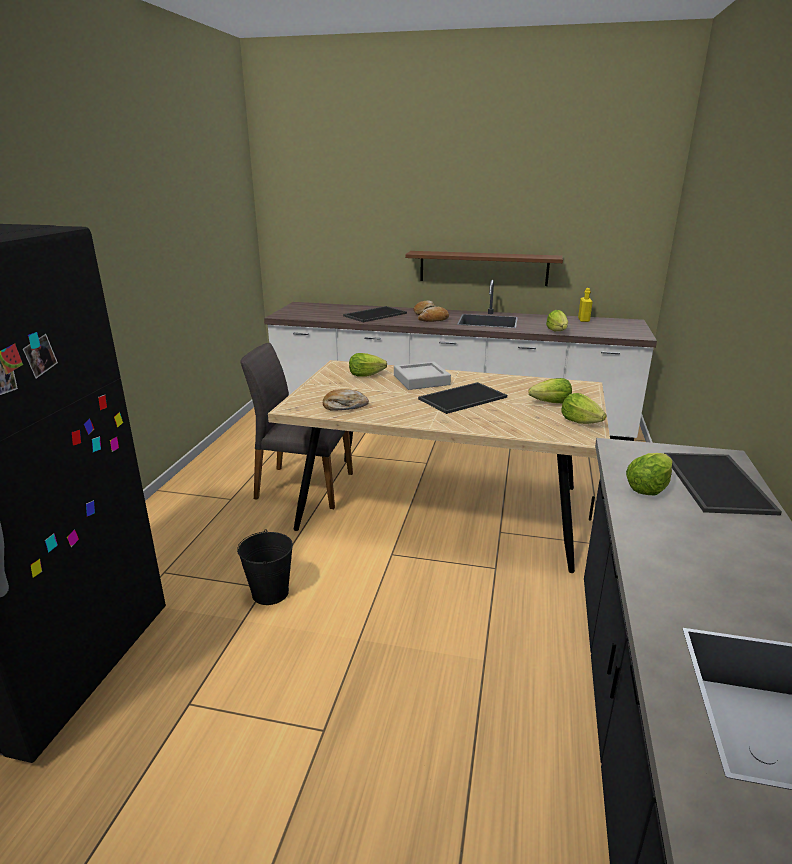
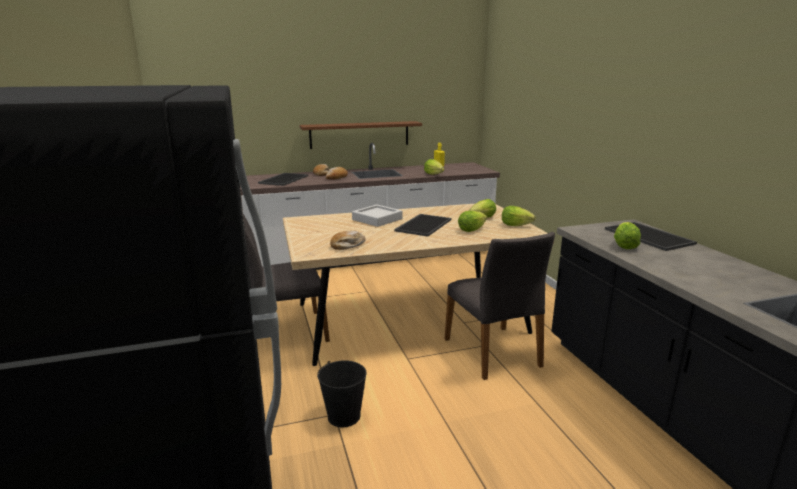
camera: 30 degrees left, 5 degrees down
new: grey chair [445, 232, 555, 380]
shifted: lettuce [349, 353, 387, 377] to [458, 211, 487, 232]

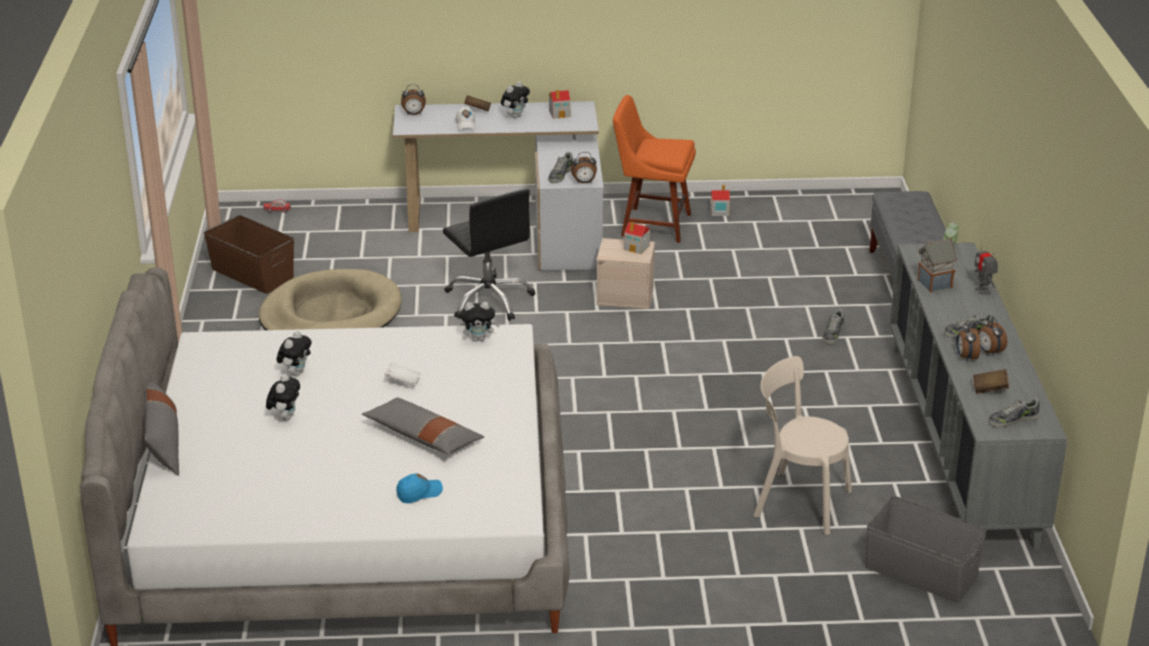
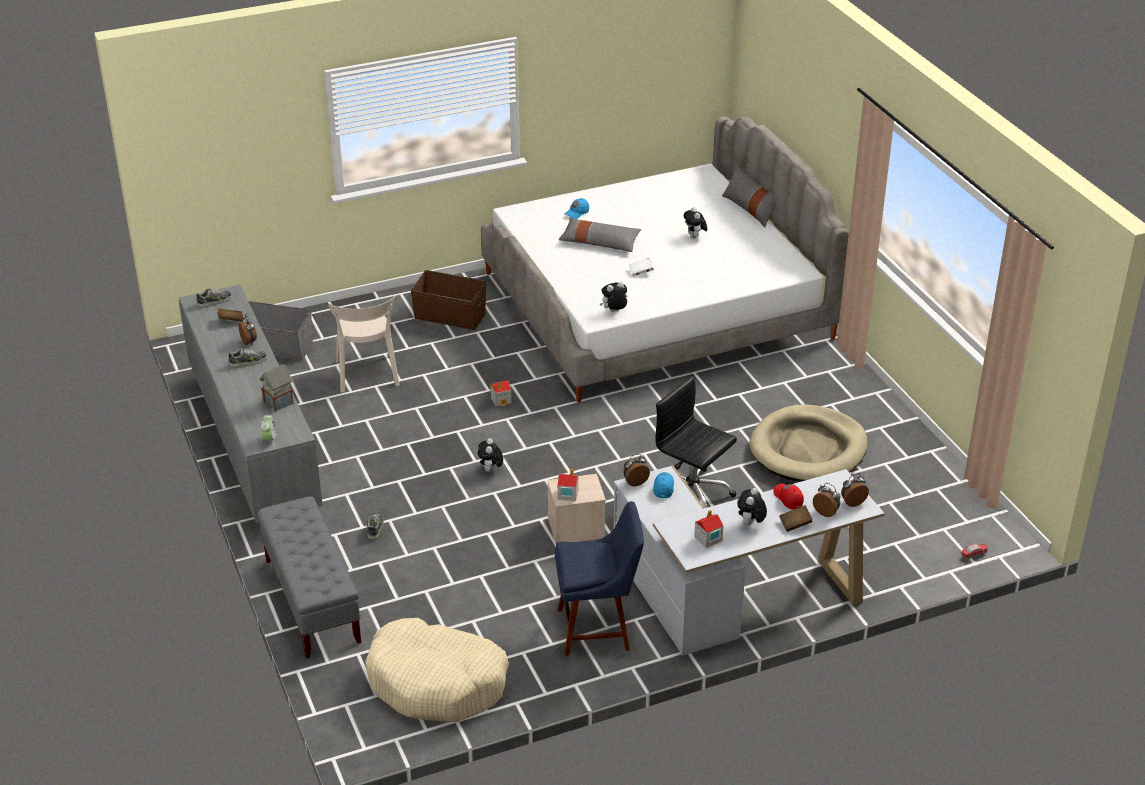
camera: 160 degrees right, 5 degrees up
gone: toy robot [975, 240, 998, 295]
new: beige dog bed [365, 618, 509, 722]
shifted: brown storage box [204, 215, 294, 294] to [411, 270, 486, 330]; plush toy [277, 331, 312, 376] to [478, 438, 503, 472]; toy house [710, 185, 730, 216] to [490, 380, 512, 406]; alarm clock [978, 315, 1007, 356] to [813, 483, 841, 517]
swapped: shoe [548, 152, 573, 183] to blue cap [653, 472, 674, 498]
repainted: orange chair [613, 95, 696, 243] to blue chair [555, 501, 644, 656]; white cap [456, 106, 476, 130] to red cap [774, 484, 804, 510]
rotated: beige chair [753, 356, 852, 535] = [328, 297, 399, 393] 75 degrees clockwise

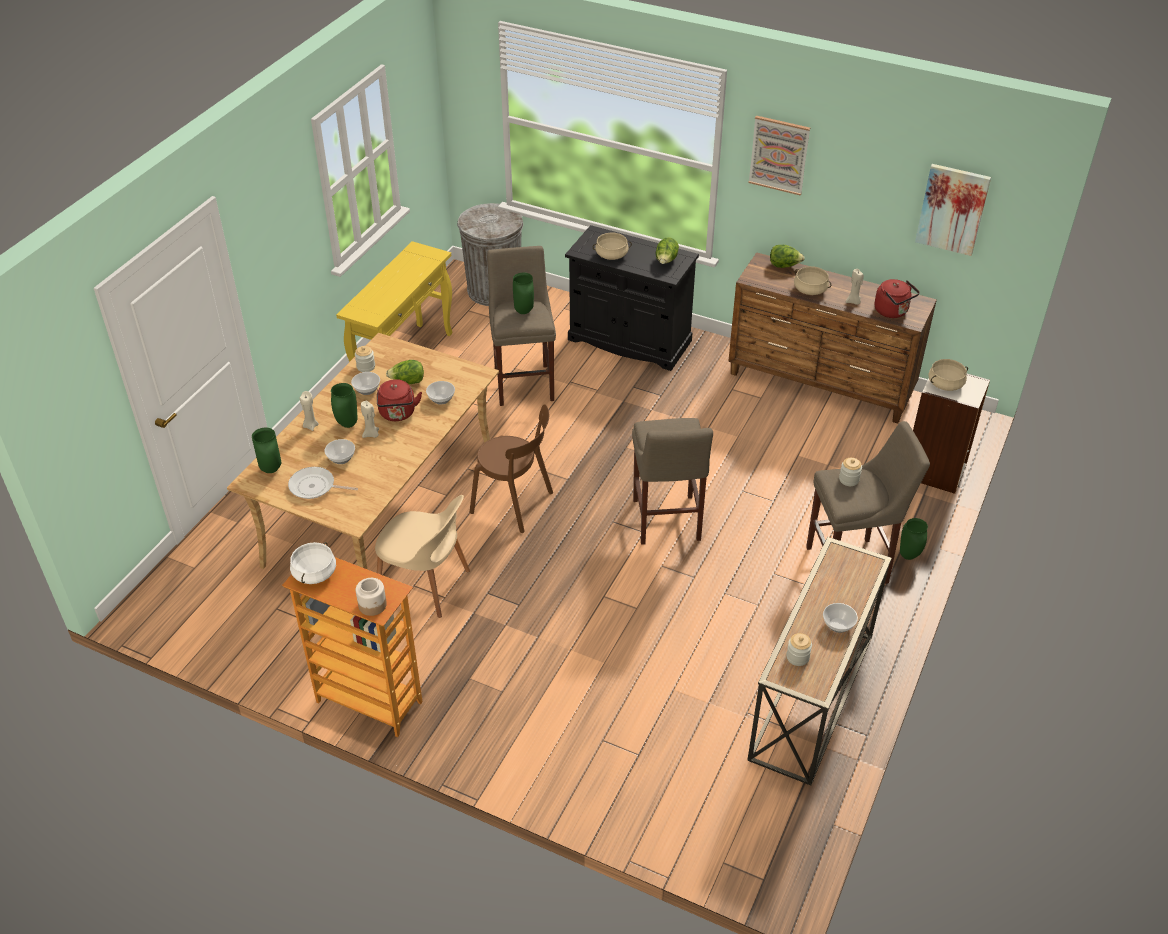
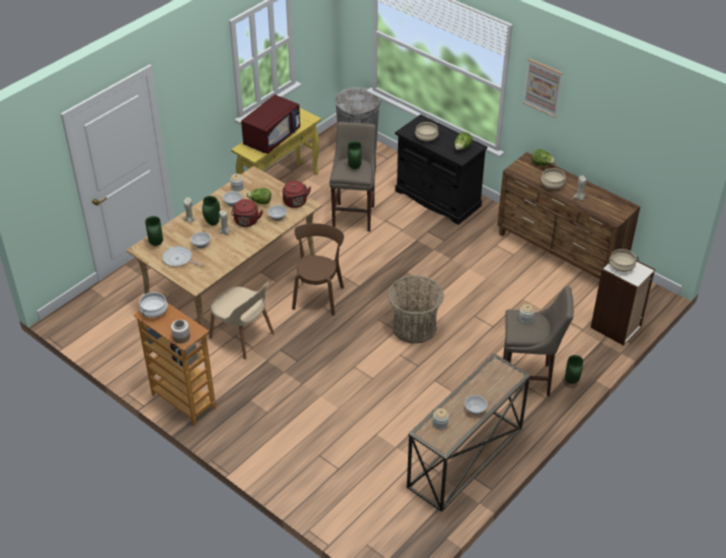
camera: 15 degrees right, 0 degrees up
gone: picture [915, 164, 991, 256]
new: red microwave [241, 95, 300, 154]
shifted: red kettle [875, 279, 920, 318] to [282, 181, 311, 208]
swapped: beige stool [632, 418, 713, 545] to basket [388, 275, 444, 344]
rotated: brown chair [470, 404, 553, 533] = [292, 223, 344, 316] 120 degrees counterclockwise

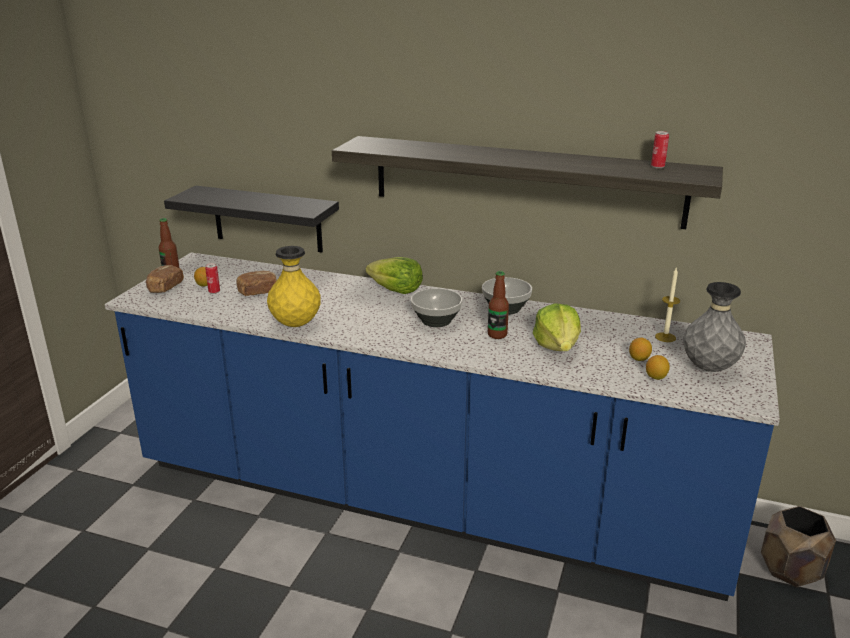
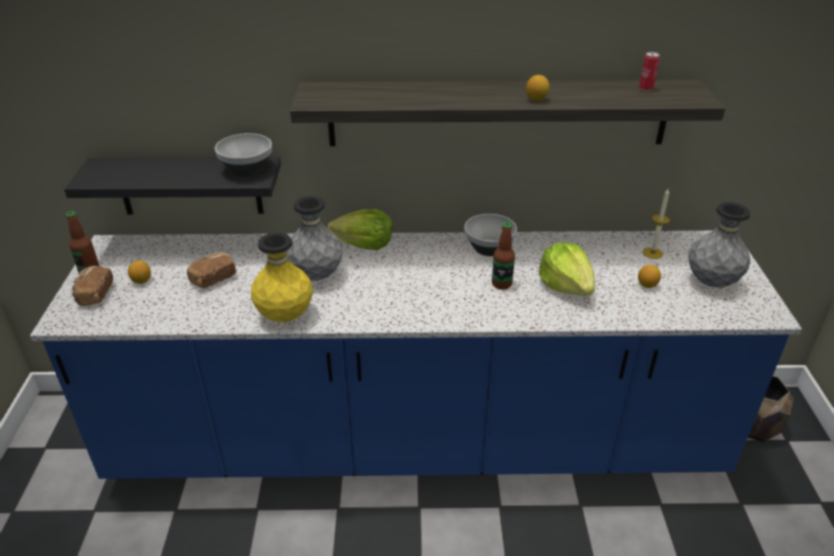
camera: 20 degrees left, 10 degrees up
gone: can [205, 263, 220, 294]
new: grey vase [286, 196, 342, 281]
shifted: bowl [411, 288, 463, 327] to [215, 133, 272, 176]; lemon [646, 355, 670, 380] to [526, 75, 550, 101]

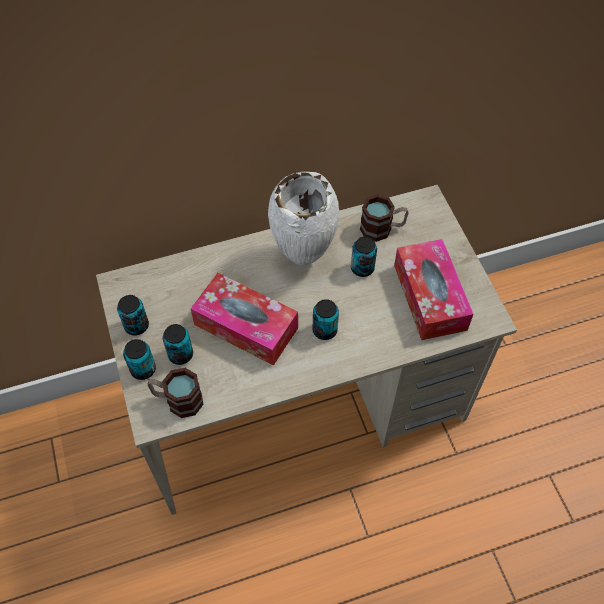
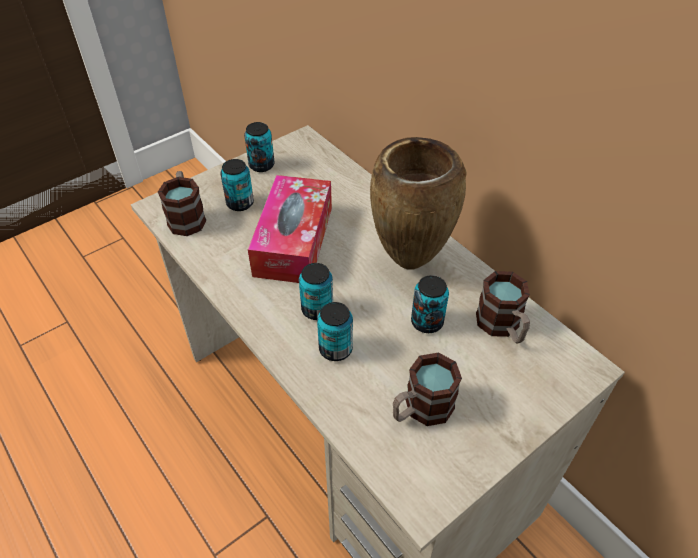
camera: 70 degrees right, 10 degrees down
shifted: can [123, 339, 156, 380] to [317, 302, 353, 361]
swapped: tissue box [394, 239, 473, 340] to mug [393, 353, 462, 426]
repainted: white vase [268, 172, 339, 266] to brown vase [370, 137, 466, 270]

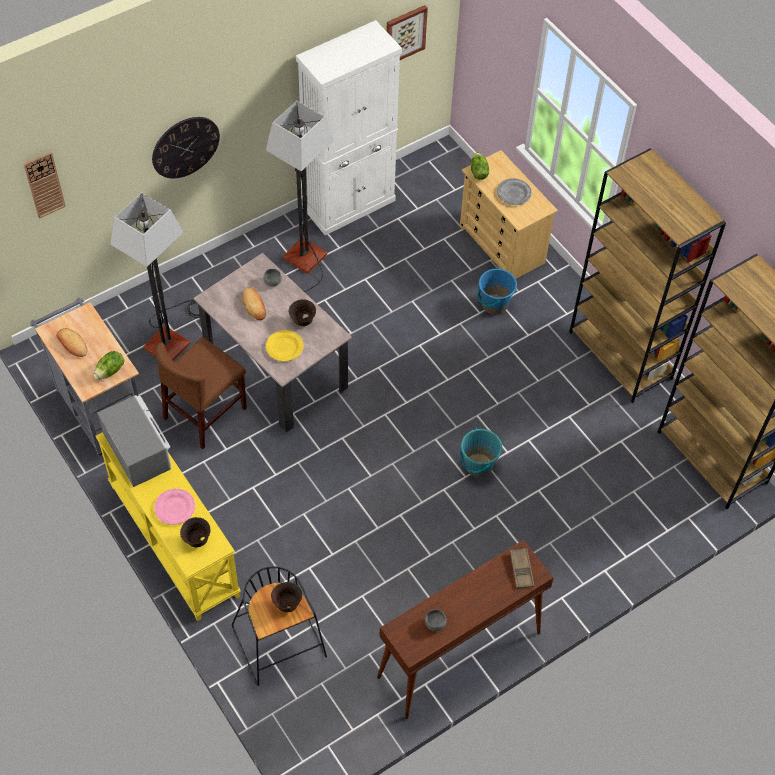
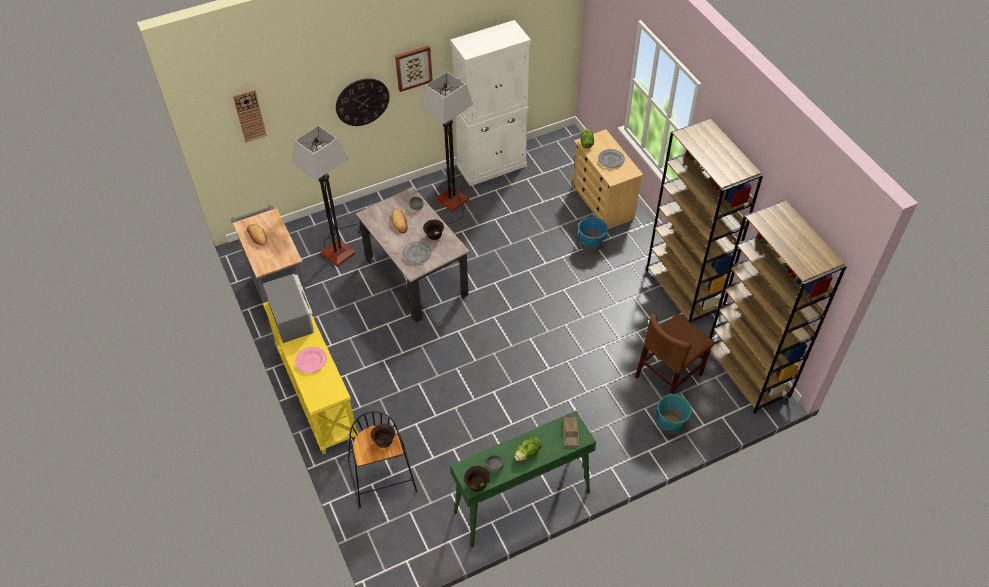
camera: 10 degrees right, 5 degrees down
shifted: picture [387, 5, 428, 60] to [395, 46, 433, 92]; brown bowl [180, 517, 211, 547] to [464, 465, 490, 492]; lettuce [94, 351, 125, 380] to [514, 436, 542, 461]; brown chair [156, 337, 247, 450] to [635, 314, 714, 394]; turquoise bucket [460, 428, 502, 477] to [656, 393, 692, 435]
repainted: yellow plate [266, 330, 304, 361] to grey plate [403, 241, 432, 264]; brown console table [377, 540, 554, 719] to green console table [450, 410, 596, 548]

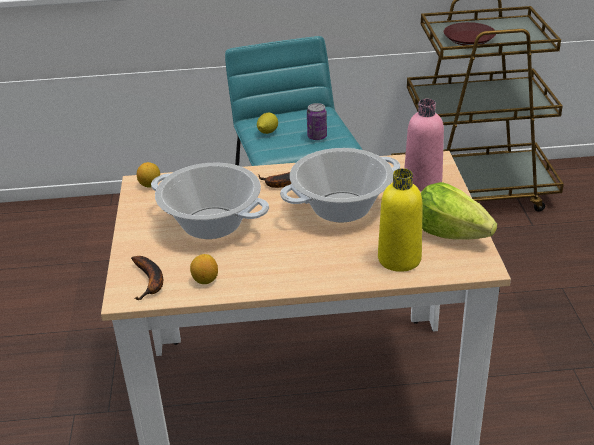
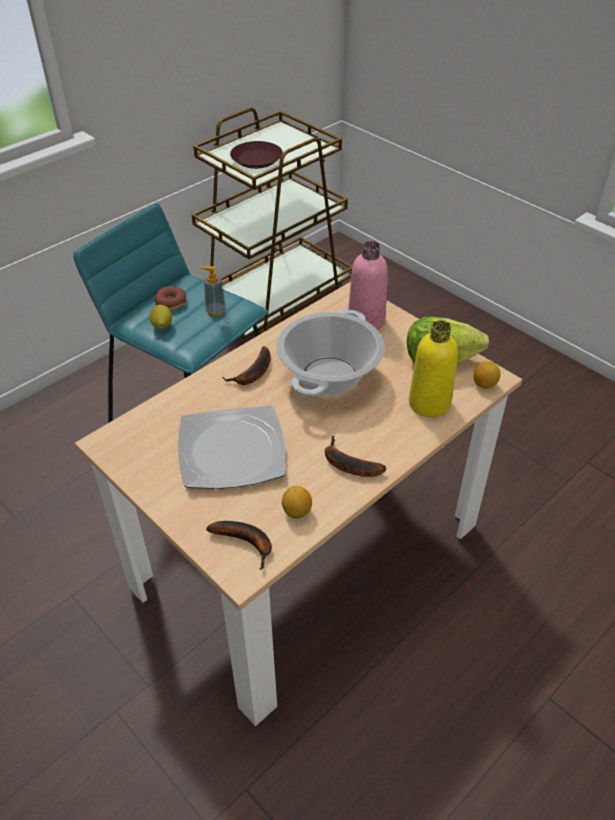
camera: 40 degrees left, 10 degrees up
new: donut [155, 287, 186, 310]; banana [325, 436, 386, 477]
shifted: lemon [137, 162, 160, 187] to [474, 361, 501, 388]
swapped: cooking pot [151, 163, 269, 239] to plate [178, 406, 286, 489]; can [307, 103, 327, 140] to soap dispenser [200, 266, 226, 317]

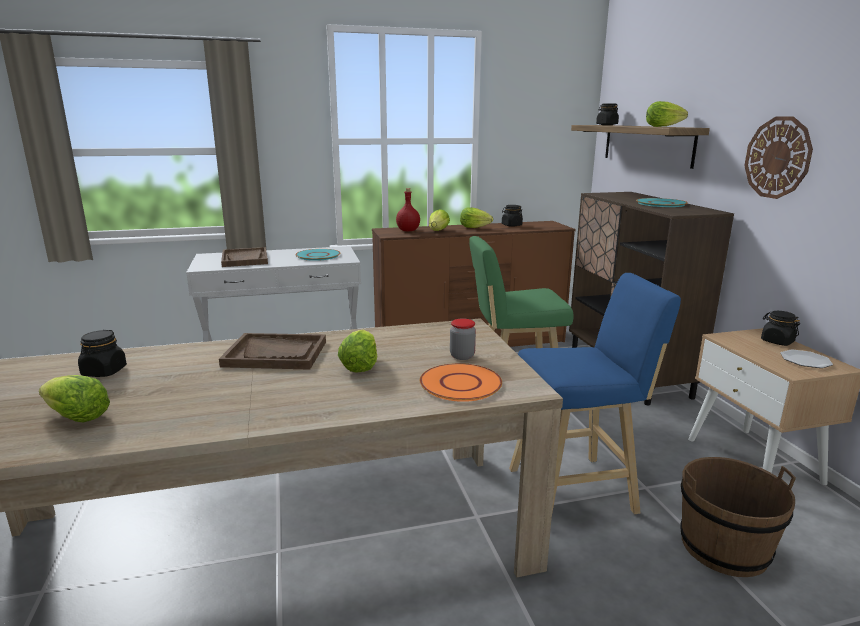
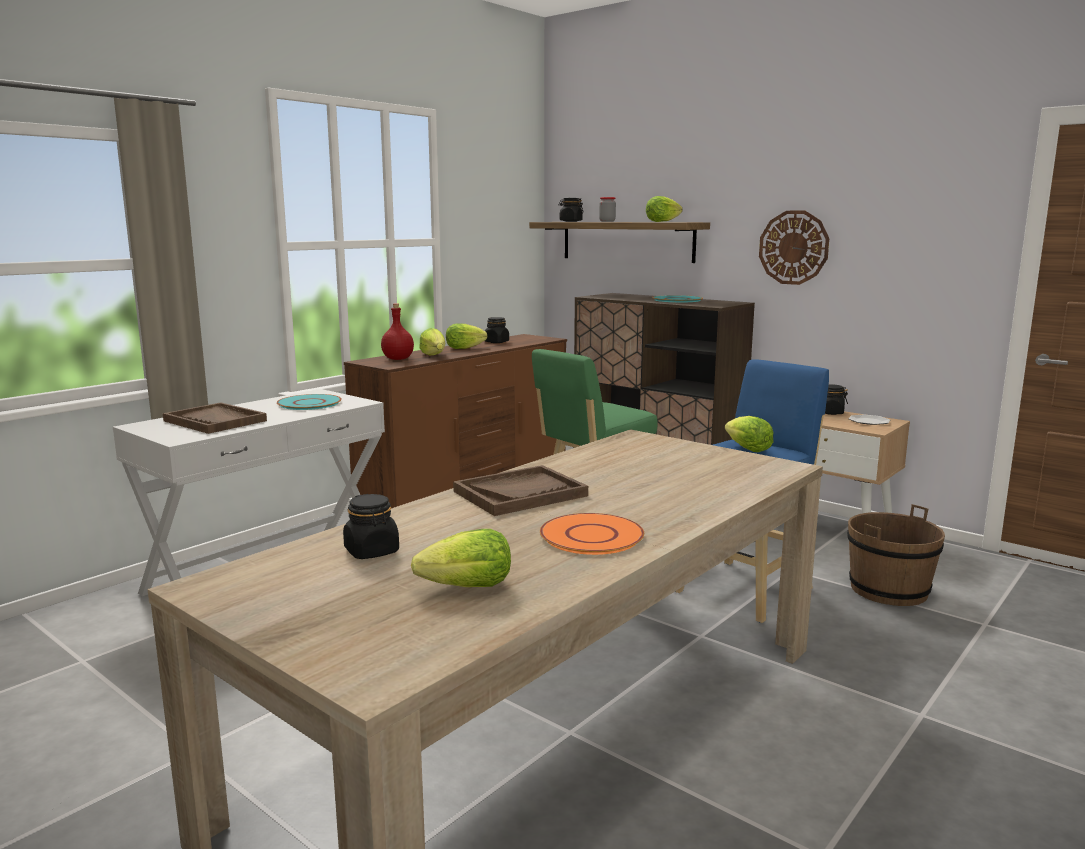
camera: 35 degrees left, 5 degrees down
shifted: orange plate [420, 363, 502, 402] to [540, 513, 644, 555]; jar [450, 318, 476, 360] to [599, 197, 616, 222]; lettuce [338, 329, 377, 372] to [725, 416, 773, 452]

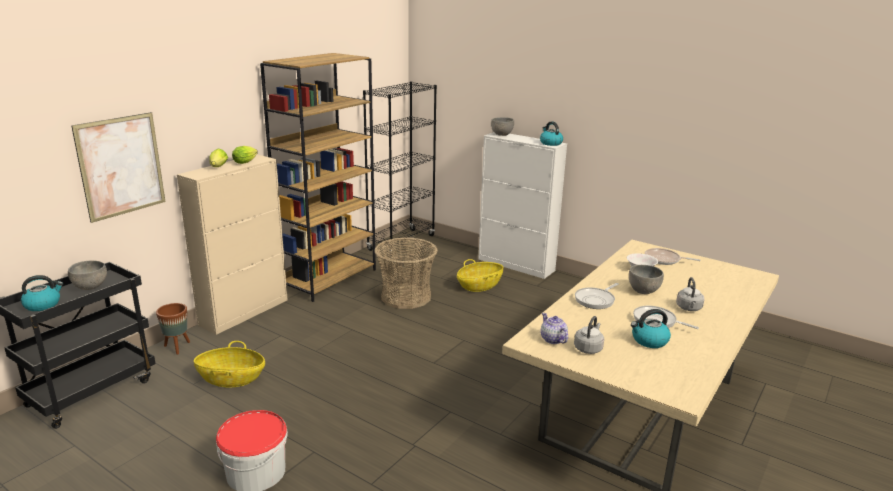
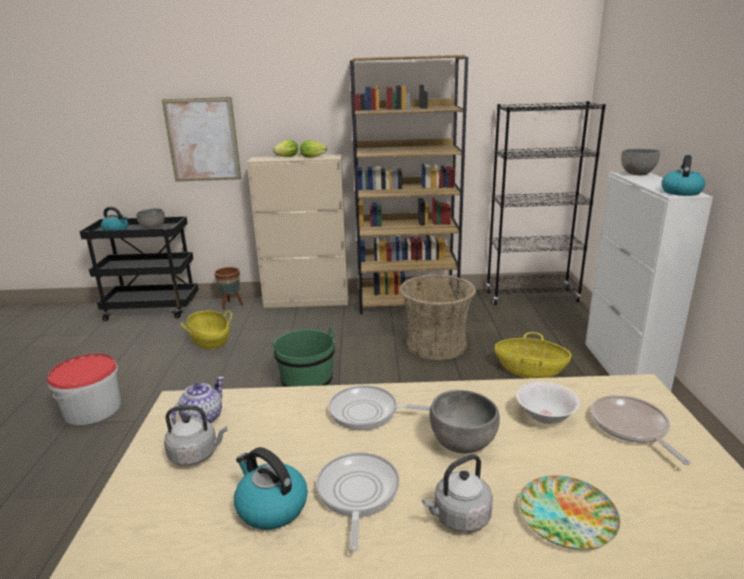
camera: 55 degrees right, 0 degrees up
new: green bucket [271, 326, 335, 387]; plate [519, 475, 620, 550]

